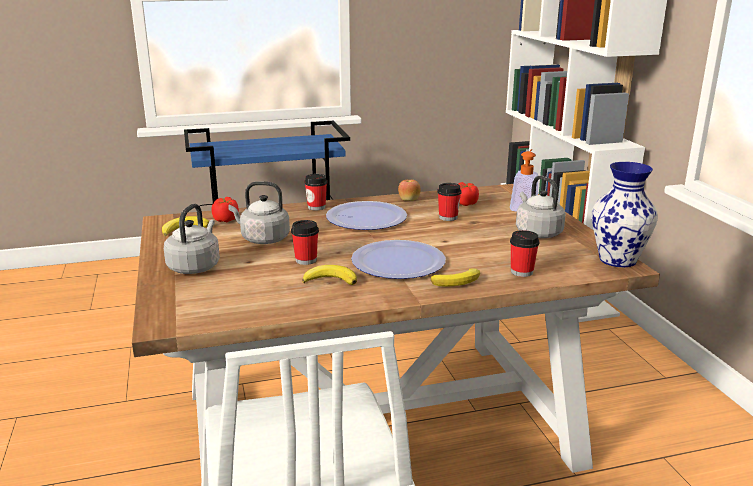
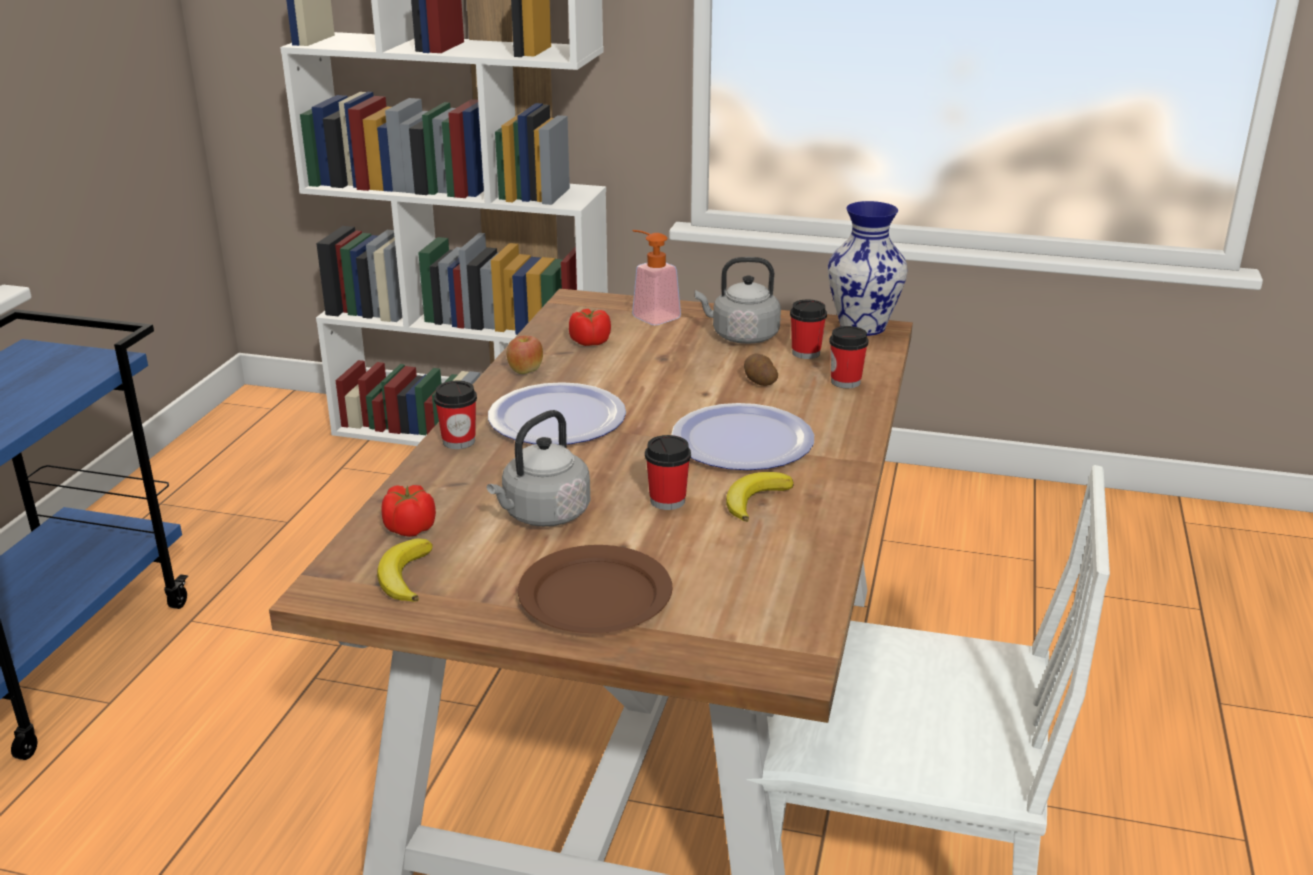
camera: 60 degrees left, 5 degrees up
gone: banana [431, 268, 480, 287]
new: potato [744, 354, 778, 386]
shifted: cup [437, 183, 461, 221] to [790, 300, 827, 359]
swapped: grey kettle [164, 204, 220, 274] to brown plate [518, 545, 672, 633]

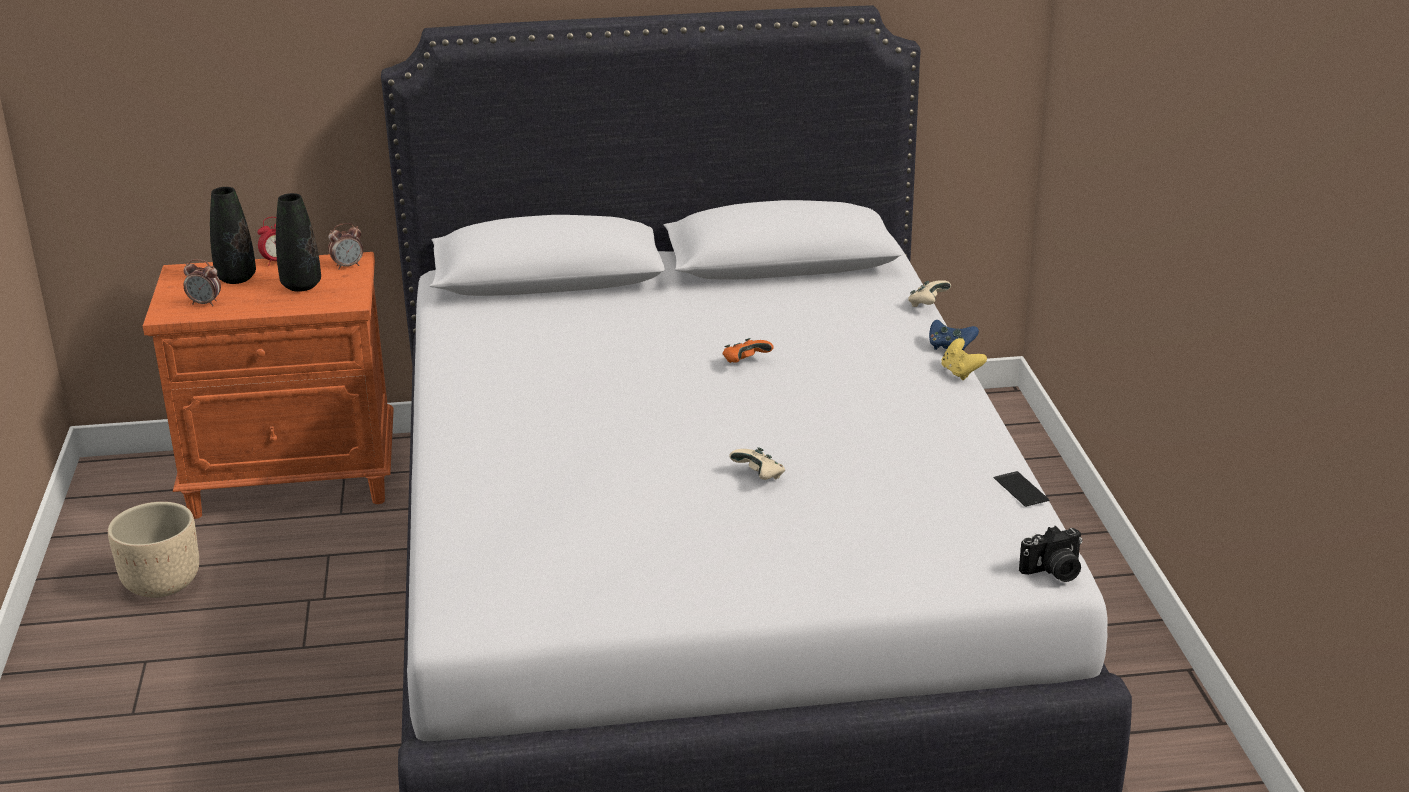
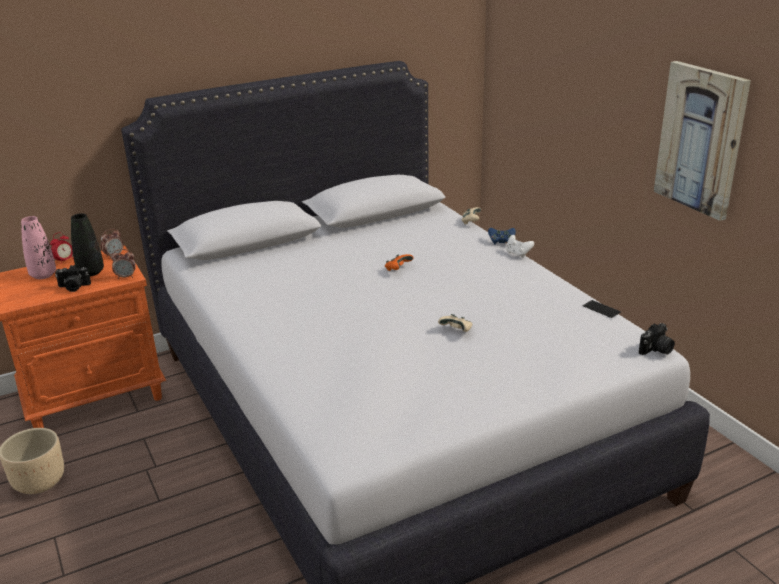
camera: 20 degrees left, 0 degrees up
new: photo camera [55, 265, 91, 292]; picture [654, 61, 751, 221]
shifted: alarm clock [183, 259, 221, 306] to [111, 249, 136, 279]
repainted: black vase [210, 187, 256, 284] to pink vase [21, 216, 56, 279]; yellow game controller [941, 338, 987, 380] to white game controller [506, 235, 534, 258]

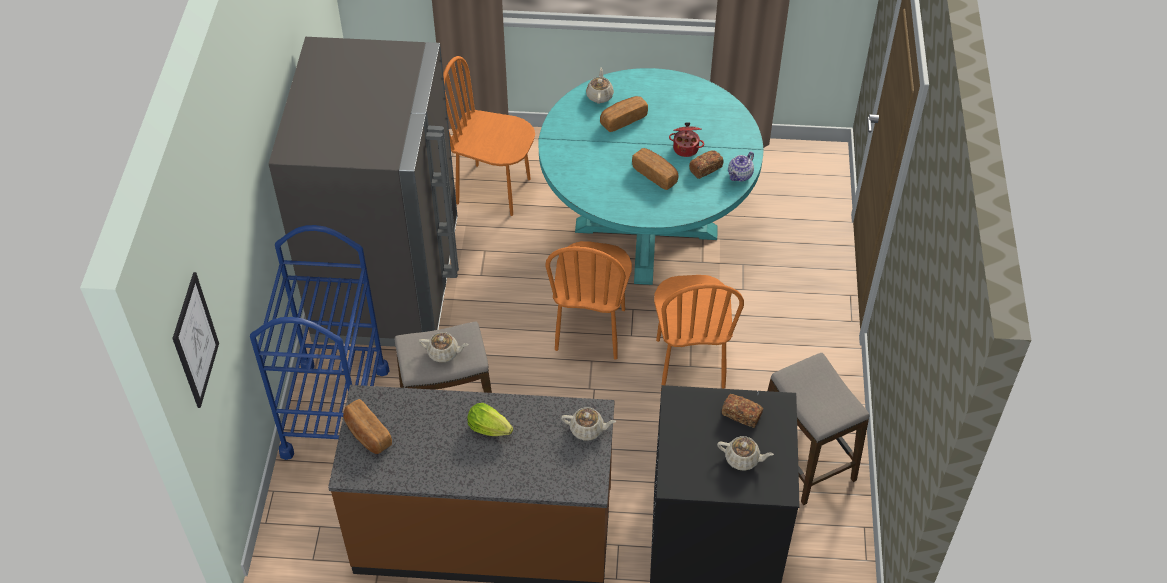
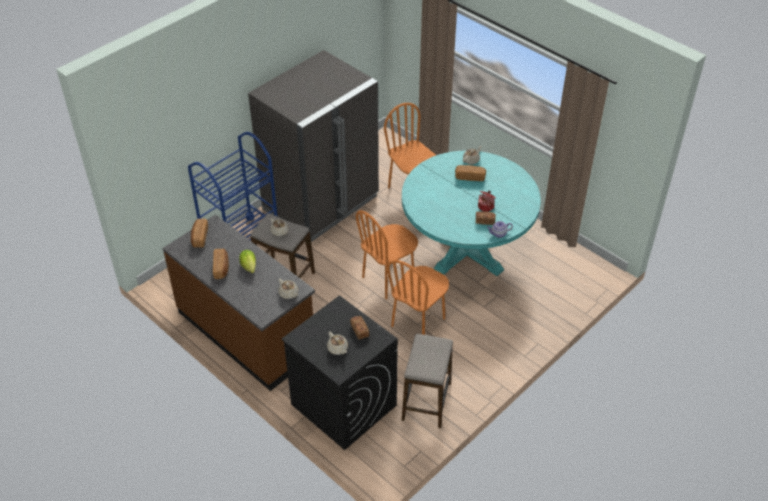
camera: 40 degrees right, 5 degrees down
gone: picture [172, 272, 219, 408]
shifted: bread [632, 148, 679, 190] to [213, 249, 229, 279]

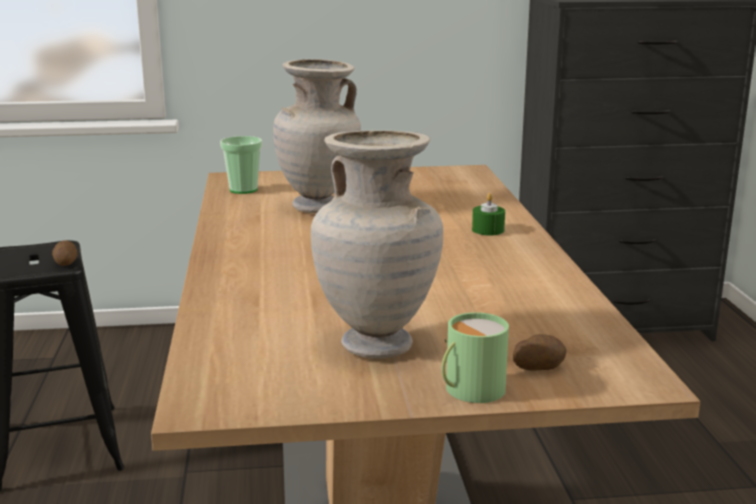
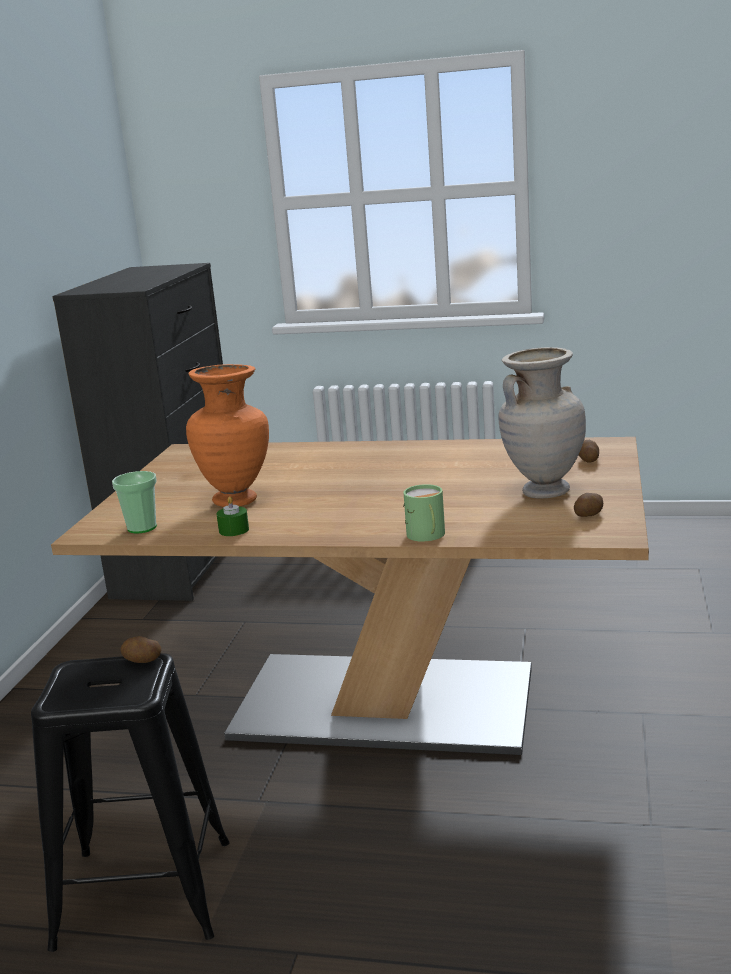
camera: 70 degrees left, 0 degrees up
new: potato [574, 493, 603, 517]
shifted: green candle [472, 193, 505, 235] to [217, 496, 249, 536]; green mug [442, 312, 509, 403] to [403, 484, 445, 542]
repainted: beige vase [273, 59, 361, 213] to orange vase [186, 364, 269, 507]

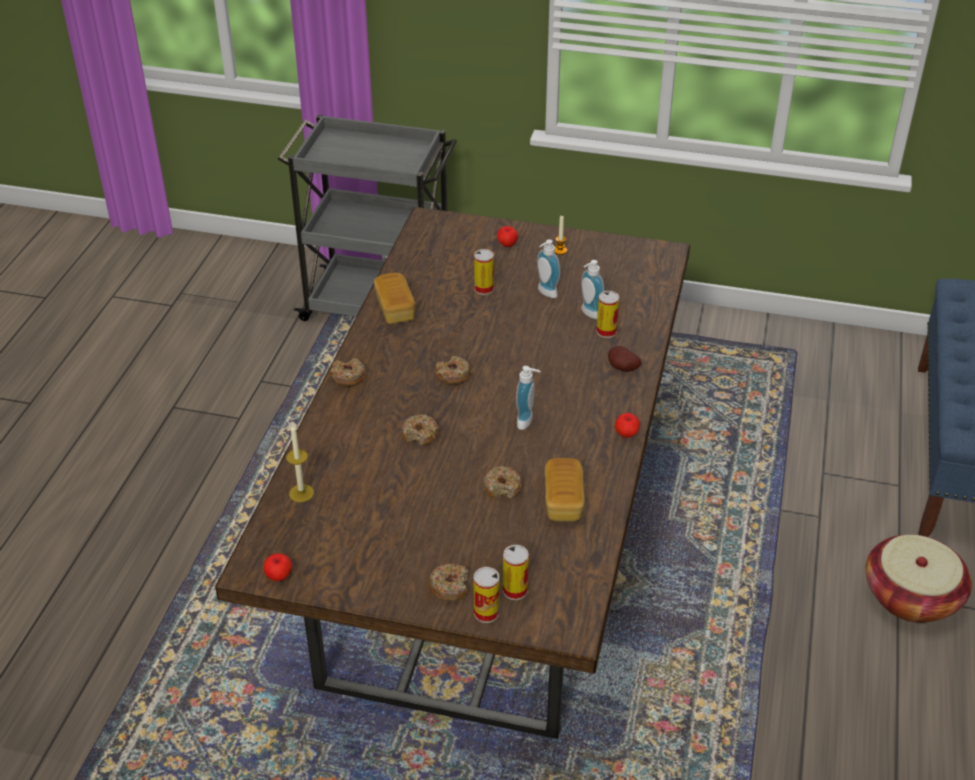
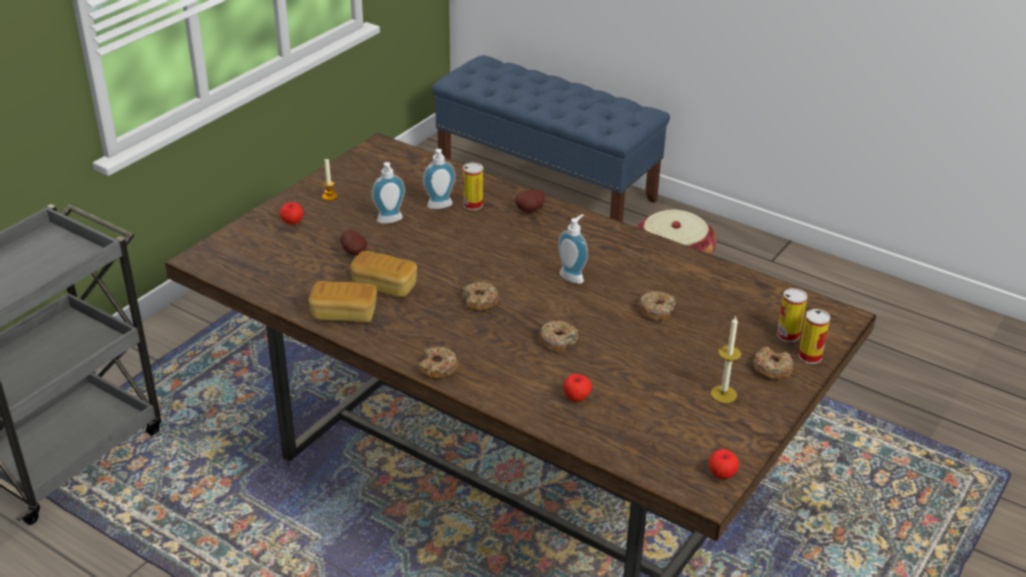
camera: 70 degrees left, 5 degrees down
shifted: bread [545, 458, 585, 521] to [350, 251, 417, 297]; apple [615, 413, 640, 438] to [563, 374, 592, 402]; candle [286, 425, 314, 502] to [711, 316, 742, 403]
swapped: can [474, 249, 494, 295] to potato [340, 230, 367, 256]

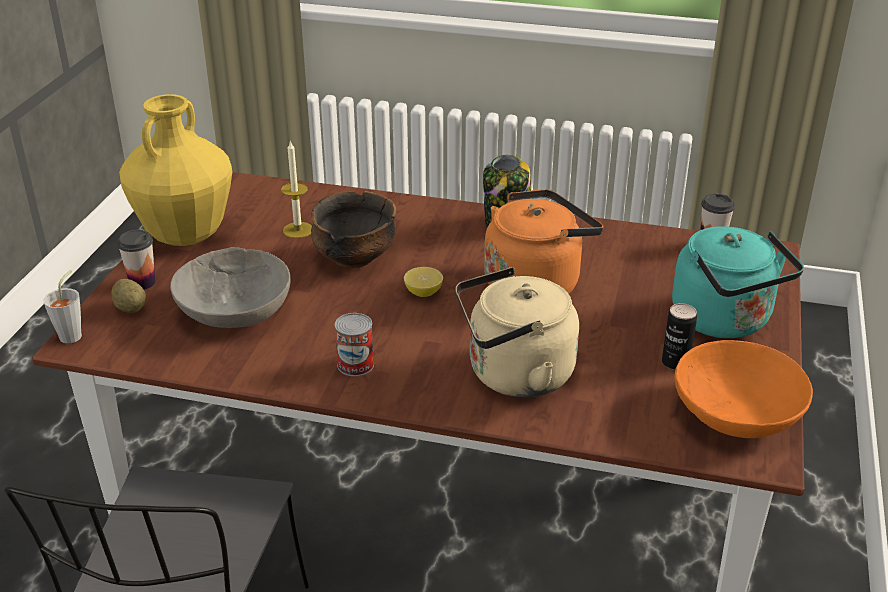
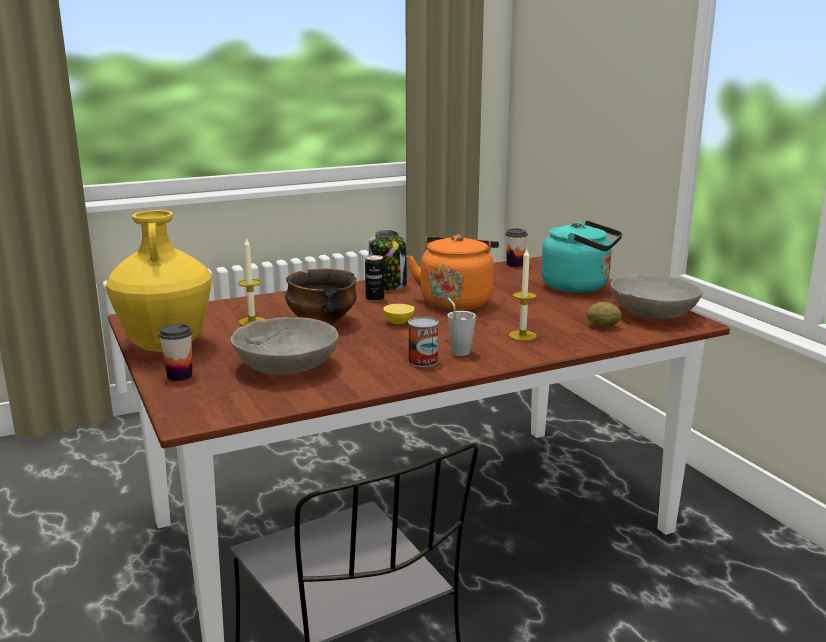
camera: 40 degrees left, 15 degrees down
shifted: can [662, 303, 697, 370] to [365, 255, 384, 301]; grey cup [43, 270, 82, 344] to [447, 298, 476, 356]; potato [111, 279, 146, 313] to [586, 302, 621, 327]
swapped: beige kettle [455, 267, 579, 398] to candle [509, 249, 537, 341]
repainted: orange bowl [674, 340, 813, 438] to grey bowl [610, 274, 703, 319]

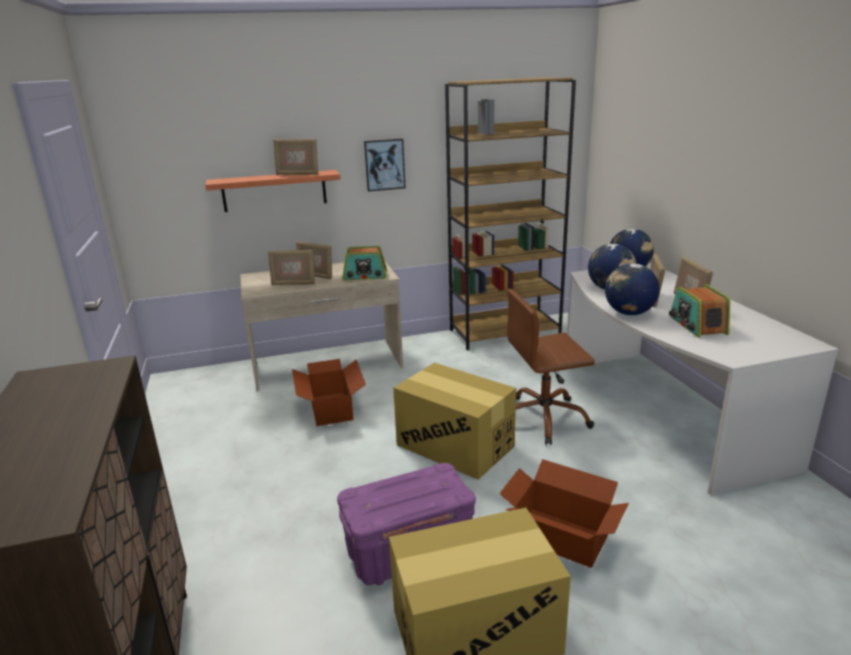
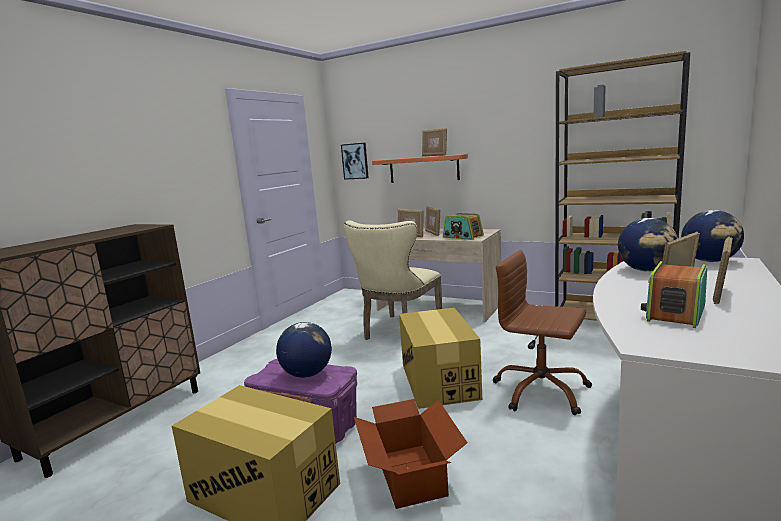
camera: 45 degrees right, 10 degrees down
shifted: globe [605, 263, 660, 315] to [276, 322, 332, 378]; picture [364, 139, 405, 192] to [341, 143, 369, 180]
swapped: cardboard box [292, 359, 366, 426] to beige chair [344, 220, 442, 340]

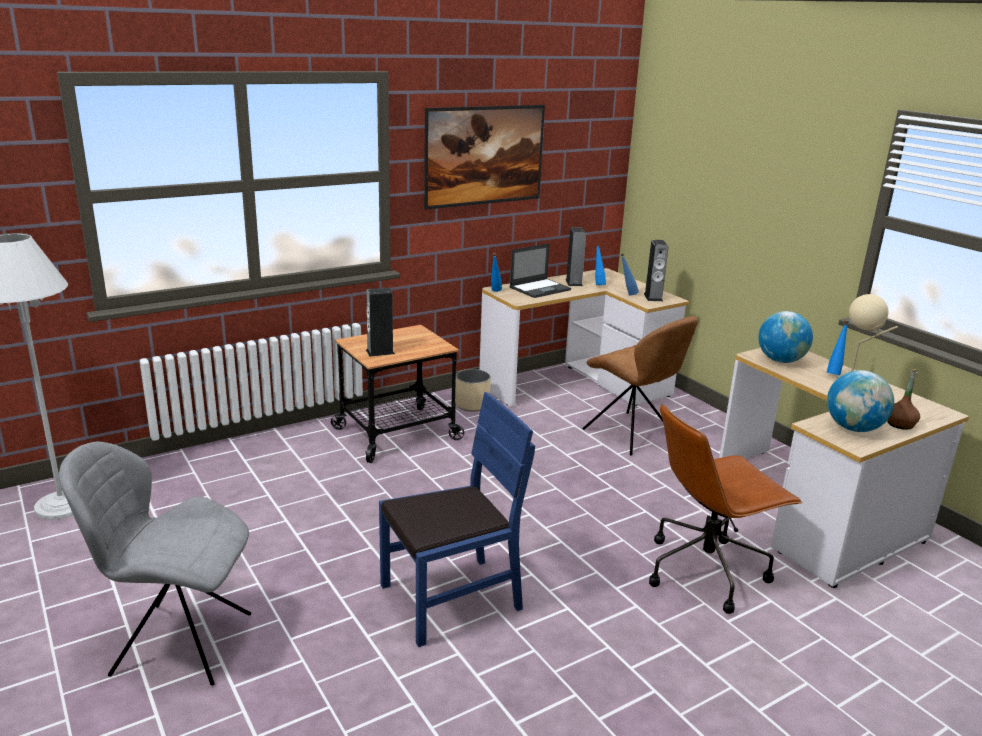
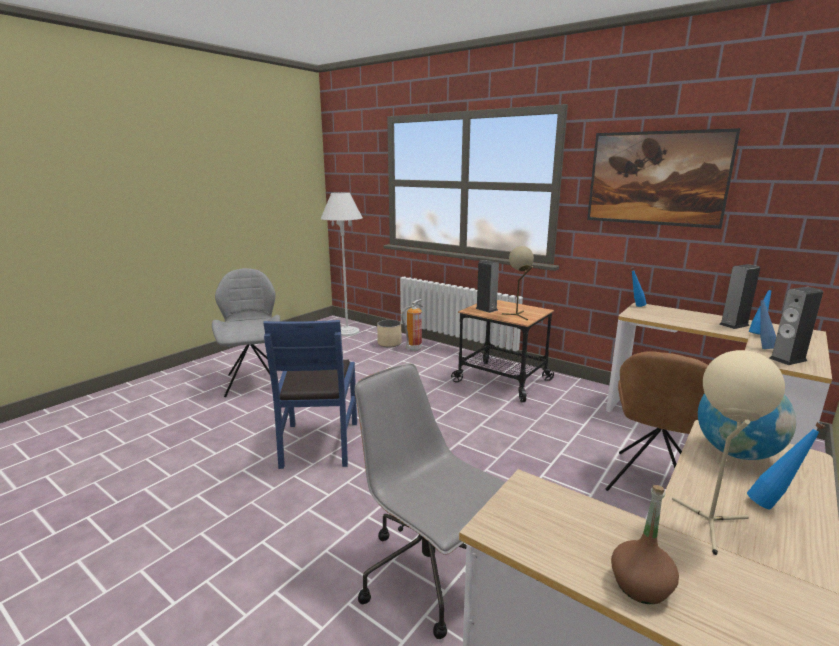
camera: 70 degrees right, 5 degrees down
gone: laptop [509, 243, 571, 298]; globe [827, 370, 894, 432]
new: fire extinguisher [401, 299, 423, 351]; beige table lamp [502, 246, 534, 320]
shifted: beige planter [455, 369, 491, 412] to [377, 320, 402, 348]
repainted: brown office chair [649, 404, 803, 614] to grey office chair [355, 363, 506, 639]
rotated: blue chair [379, 392, 535, 647] = [263, 320, 357, 469] 45 degrees clockwise

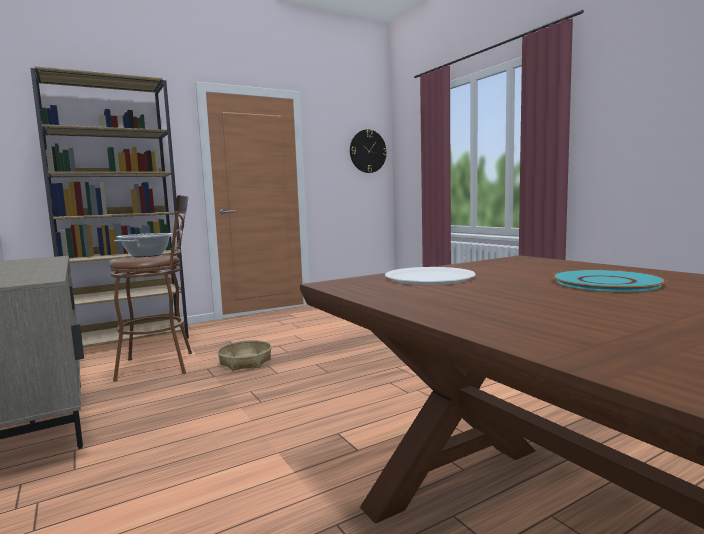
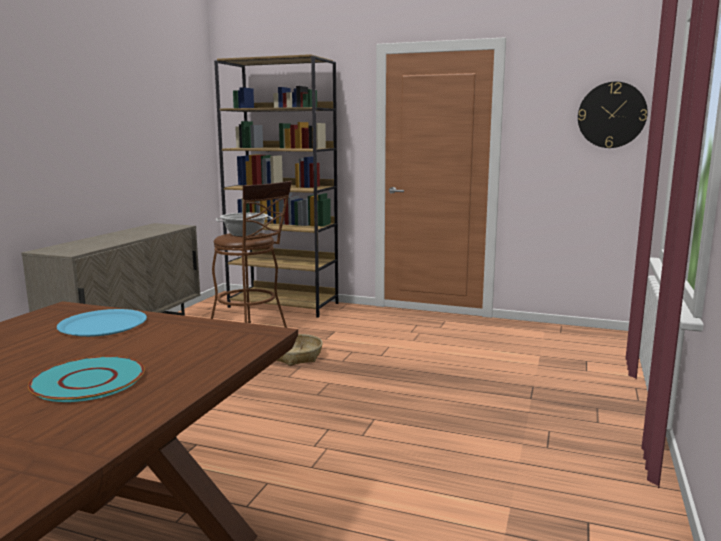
camera: 50 degrees right, 5 degrees up
repainted: white plate [385, 267, 476, 285] to blue plate [57, 309, 147, 337]

